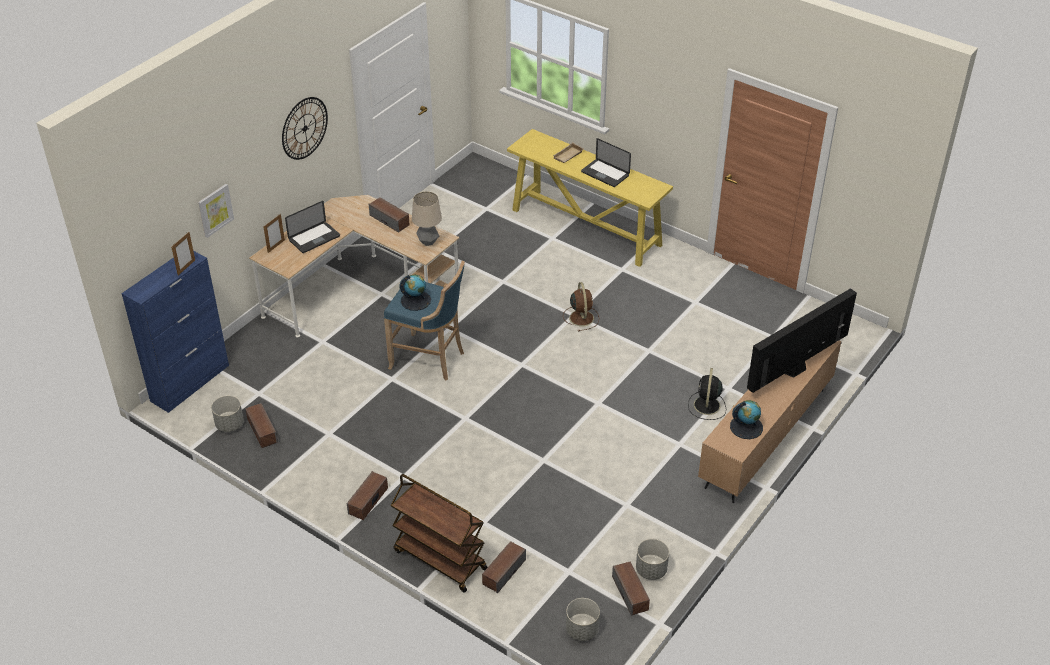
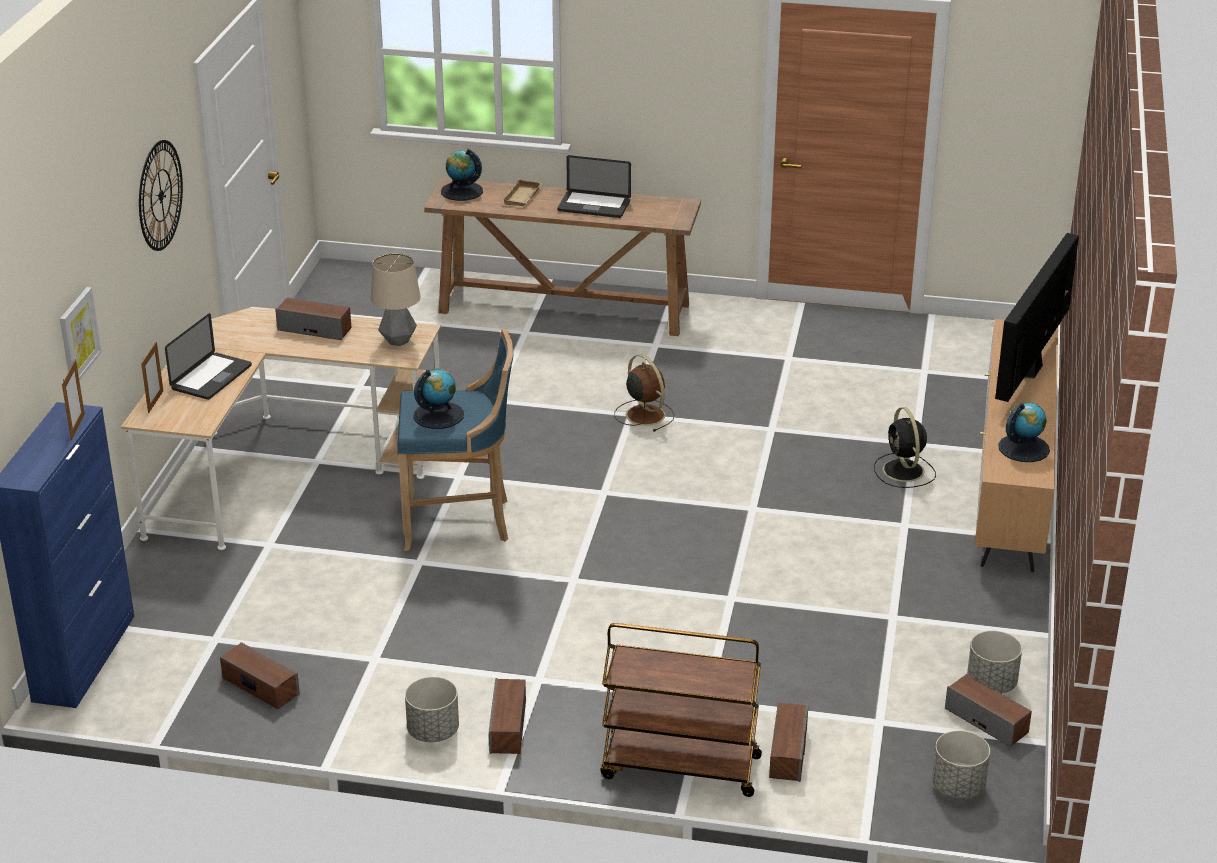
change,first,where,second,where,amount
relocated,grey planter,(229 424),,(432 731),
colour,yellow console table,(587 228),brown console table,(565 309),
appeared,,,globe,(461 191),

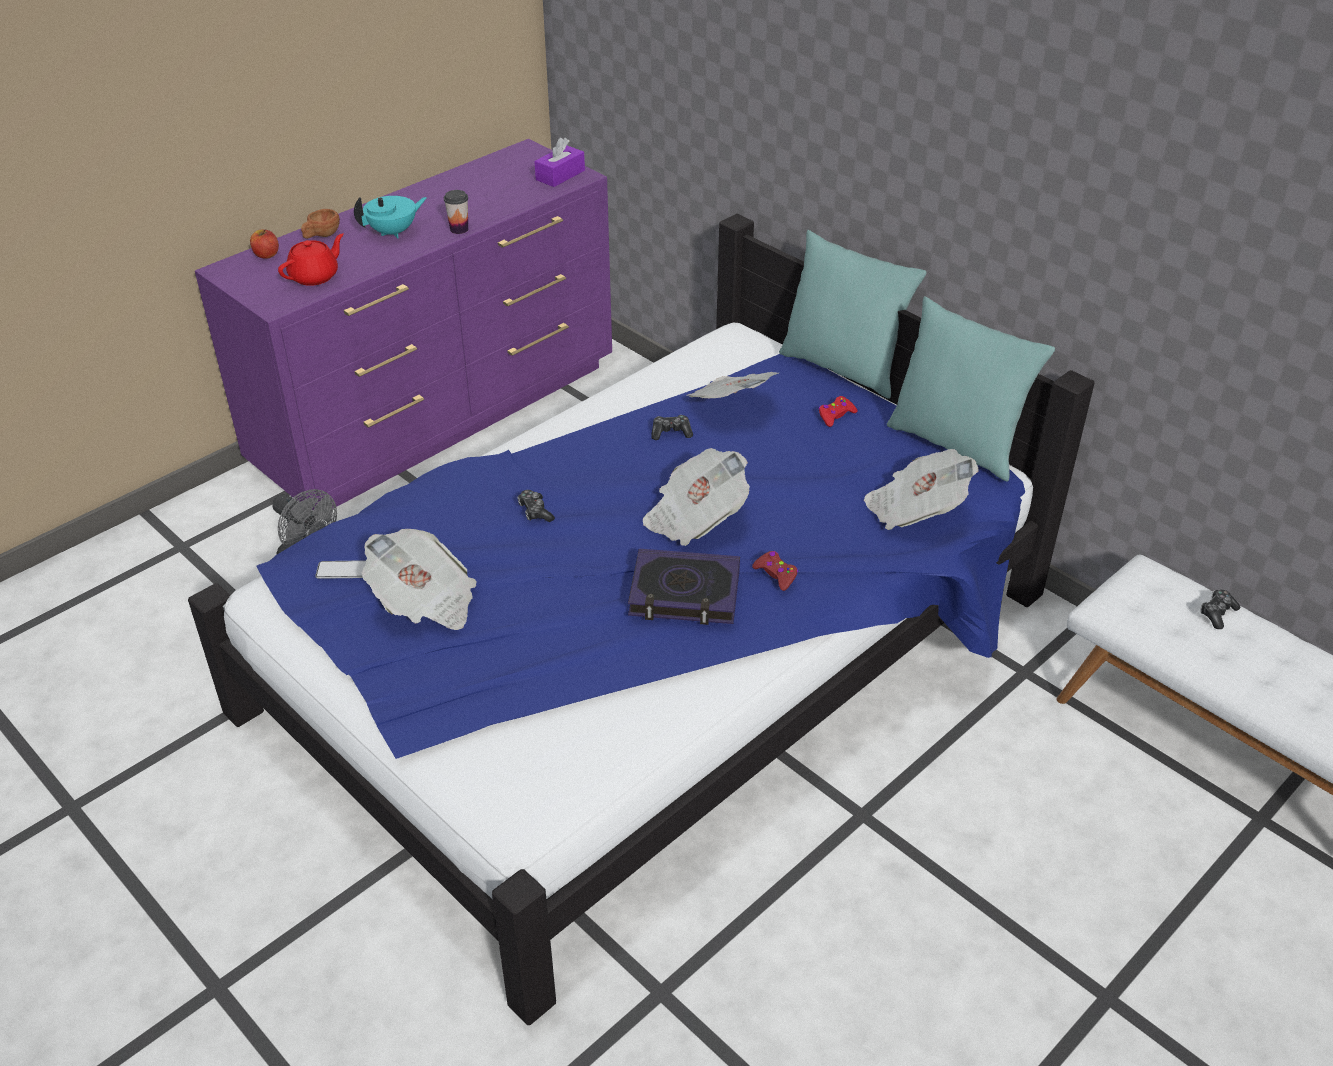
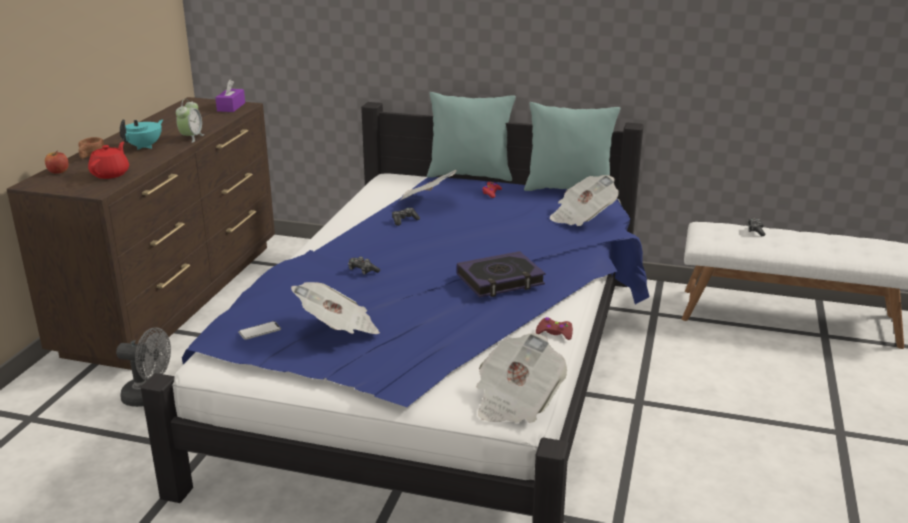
change,first,where,second,where,amount
colour,purple dresser,(440 415),brown dresser,(176 296),
exchanged,cup,(459 229),alarm clock,(191 138),
relocated,newspaper,(695 518),,(516 401),
relocated,red game controller,(776 574),,(555 333),

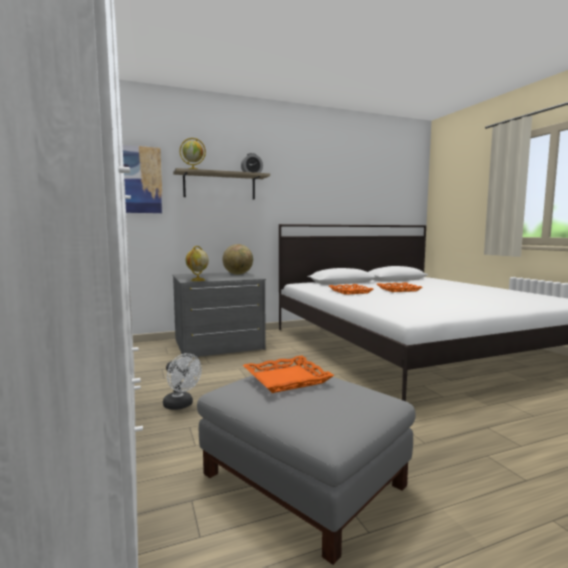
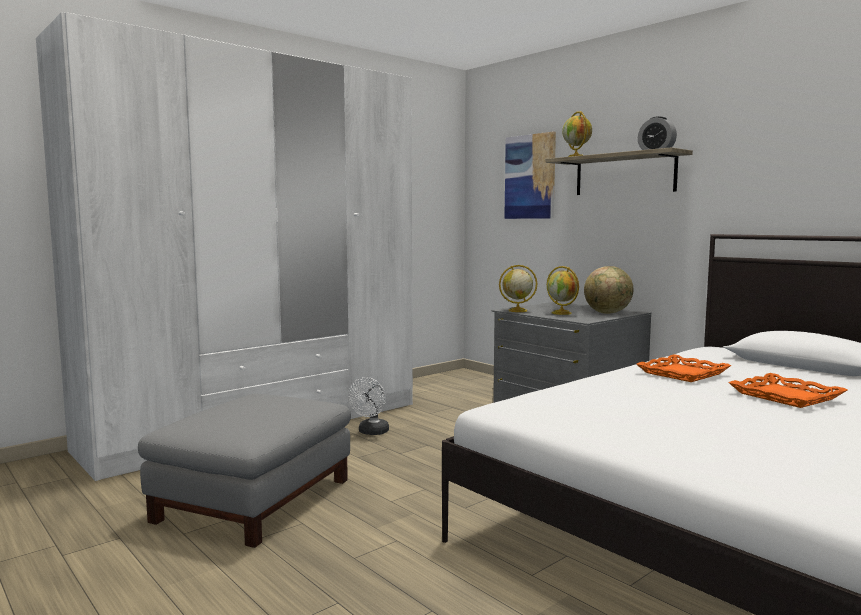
change,first,where,second,where,amount
missing,orange tray,(286 378),,,
appeared,,,globe,(562 313),

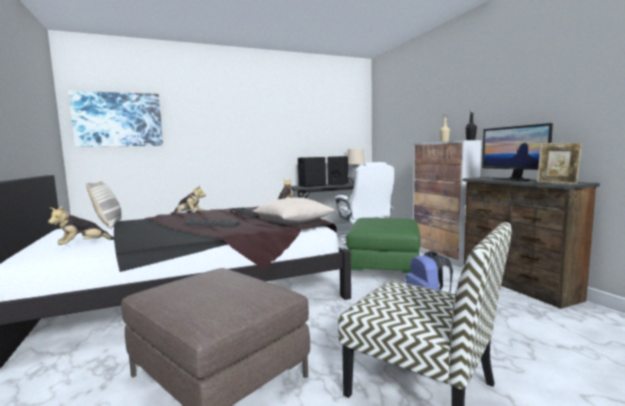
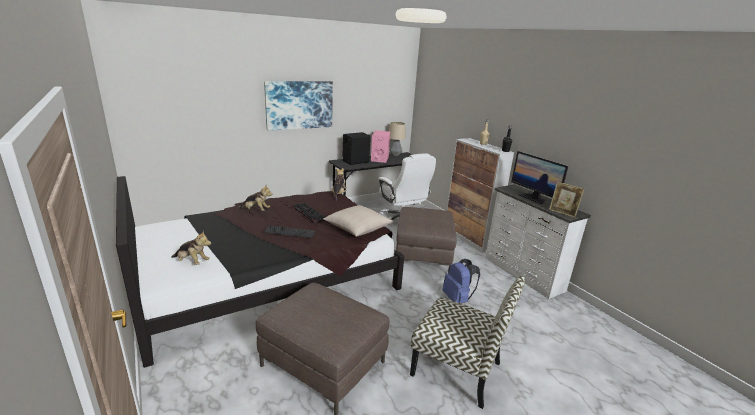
change,first,where,second,where,amount
spun,plush toy,(83 245),,(192 262),105 degrees counterclockwise
relocated,picture,(118 119),,(299 105),
missing,pillow,(109 225),,,
colour,black speaker,(338 184),pink speaker,(379 159),
colour,green ottoman,(384 269),brown ottoman,(422 254),
colour,brown dresser,(516 285),white dresser,(522 274),

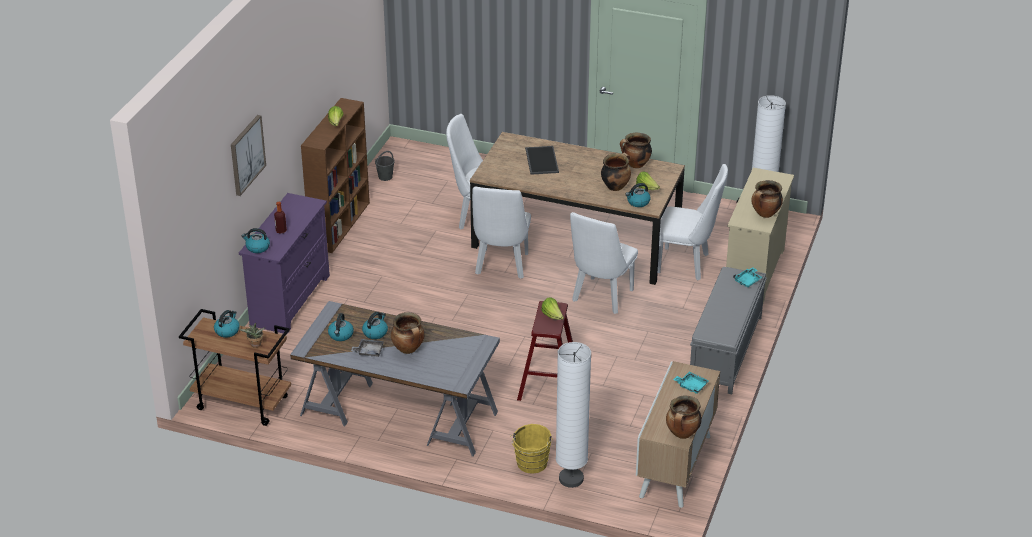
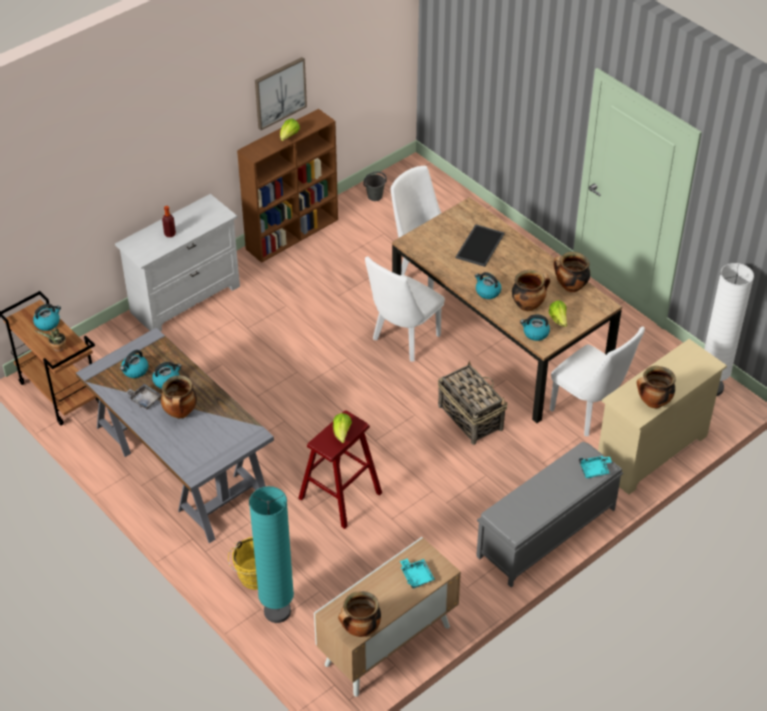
change,first,where,second,where,amount
relocated,picture,(246 154),,(280 92),
colour,purple dresser,(290 300),white dresser,(186 299),
relocated,kettle,(257 247),,(487 292),
colour,white floor lamp,(571 479),turquoise floor lamp,(277 611),
exchanged,white chair,(601 298),basket,(470 417),

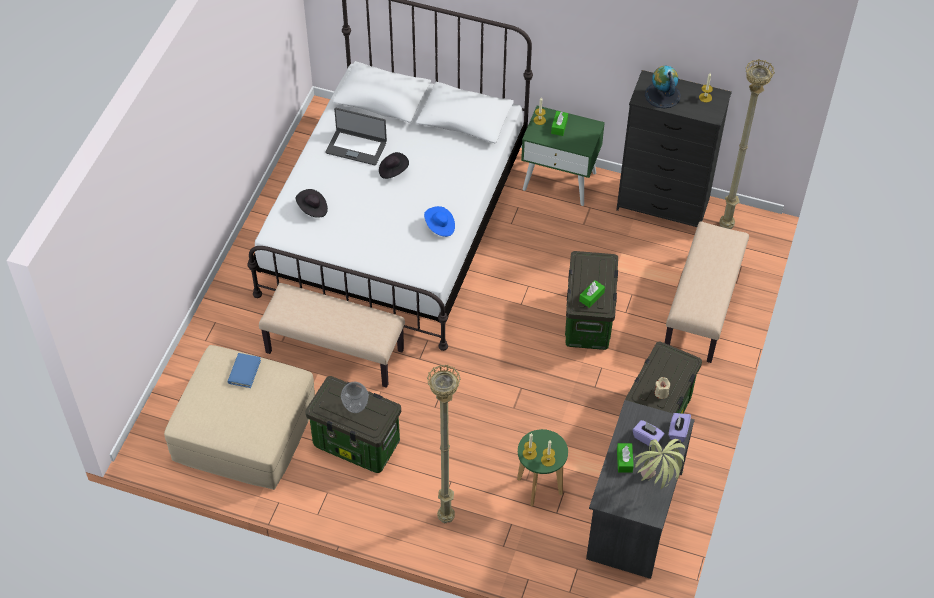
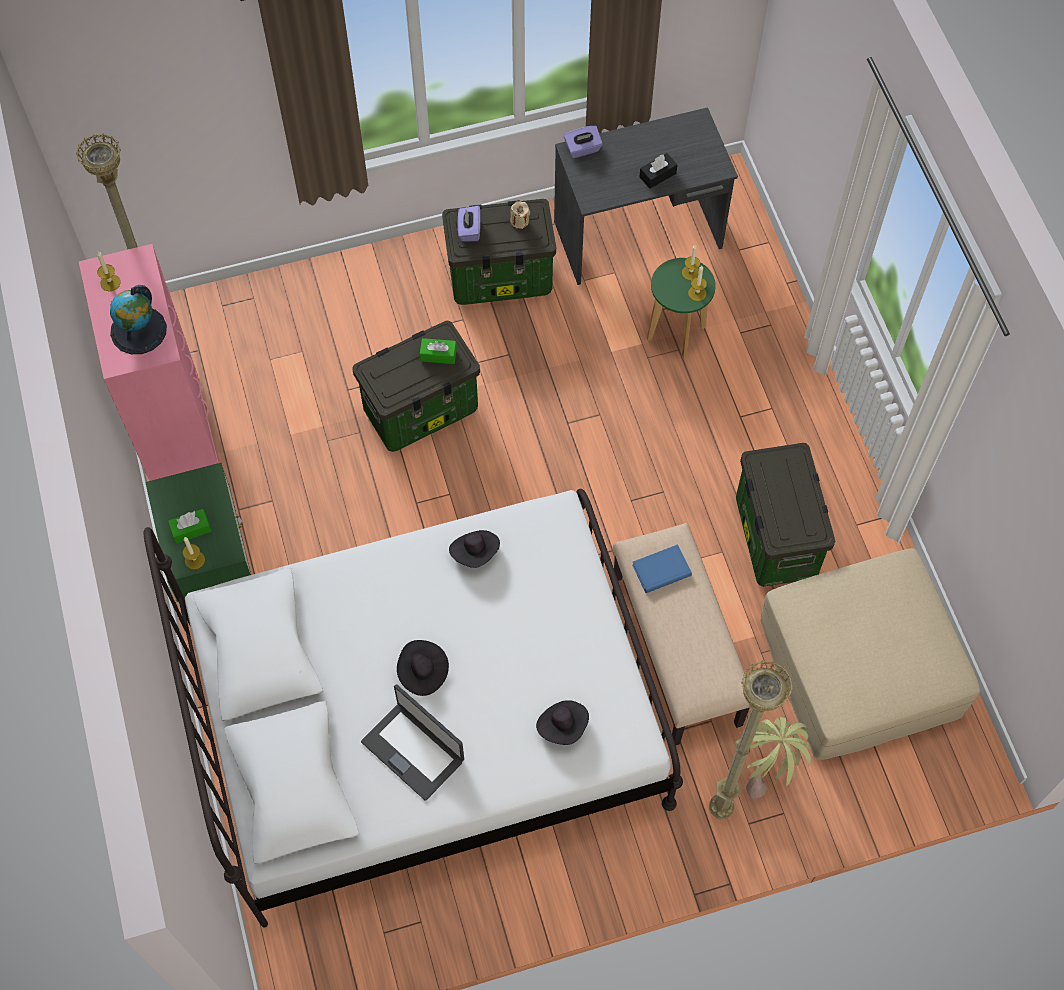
change,first,where,second,where,amount
relocated,blue book,(244 371),,(661 570),
spun,laptop,(356 147),,(413 750),150 degrees clockwise
missing,vase,(356 408),,,
colour,blue hat,(440 227),black hat,(475 552),
relocated,beige floor lamp,(445 519),,(722 808),
colour,black dresser,(664 204),pink dresser,(176 432),
colour,green tissue box,(624 460),black tissue box,(657 175),
relocated,purple tissue box,(647 438),,(469 230),
relocated,potted plant,(655 488),,(766 771),
missing,beige bench,(703 308),,,

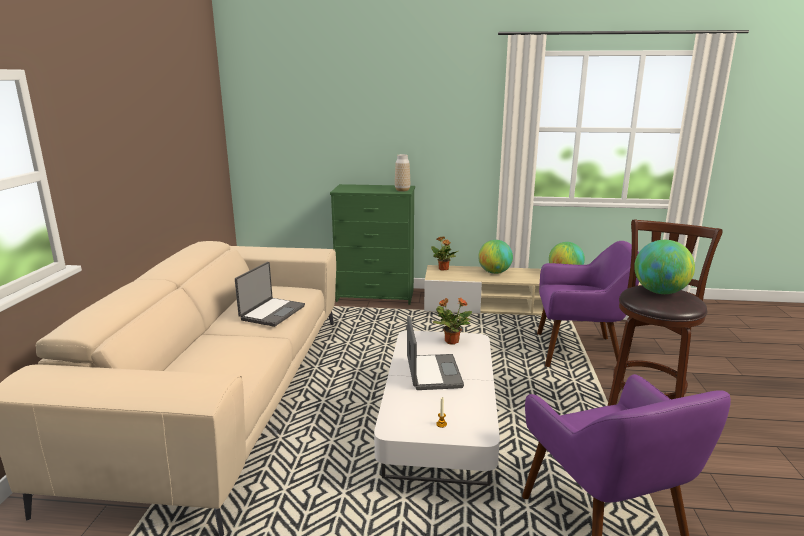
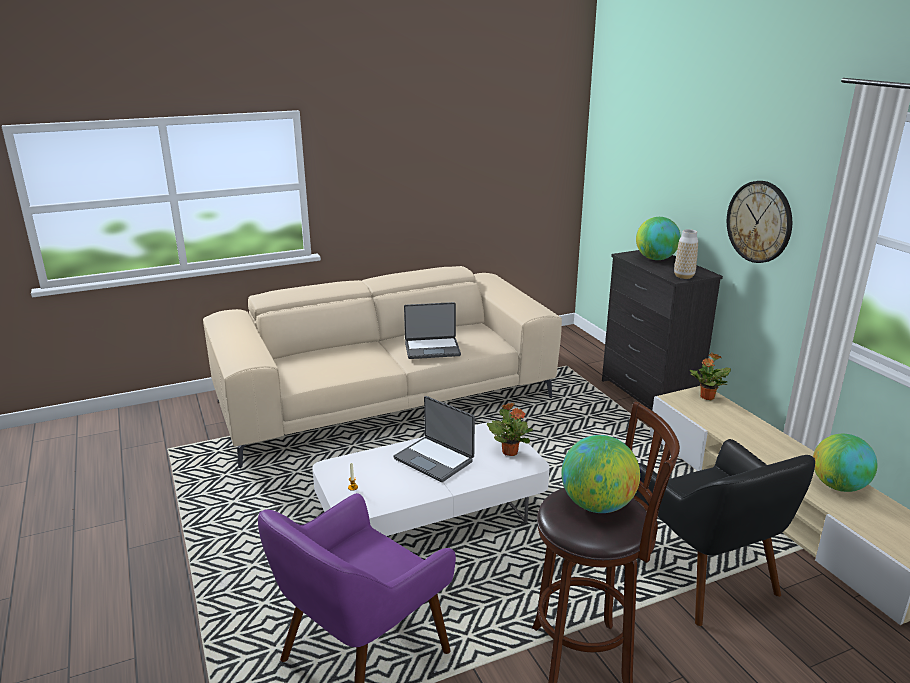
change,first,where,second,where,amount
colour,green dresser,(376 296),black dresser,(649 396),
spun,laptop,(432 373),,(434 459),75 degrees clockwise
relocated,globe,(494 272),,(655 259),
colour,purple armchair,(579 351),black armchair,(704 576),
appeared,,,wall clock,(759 222),

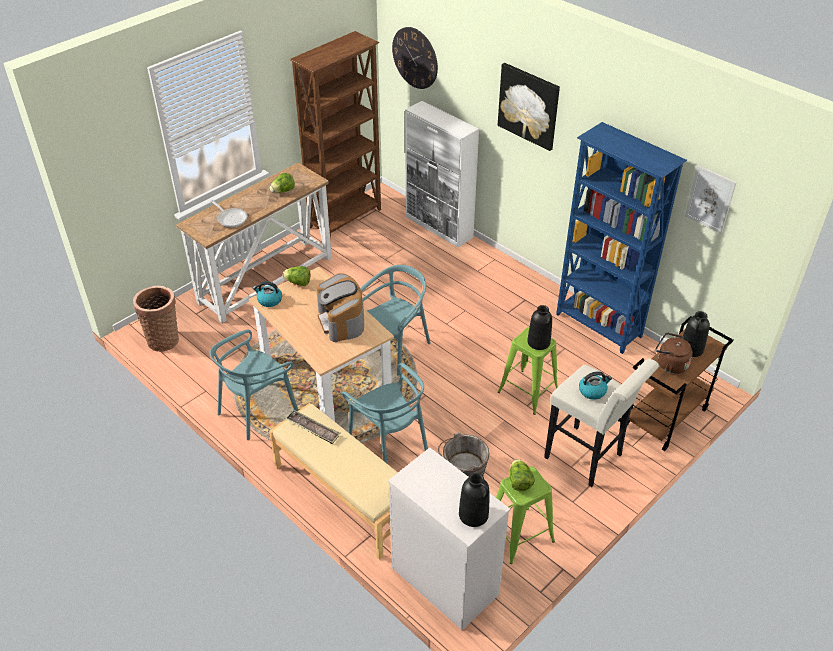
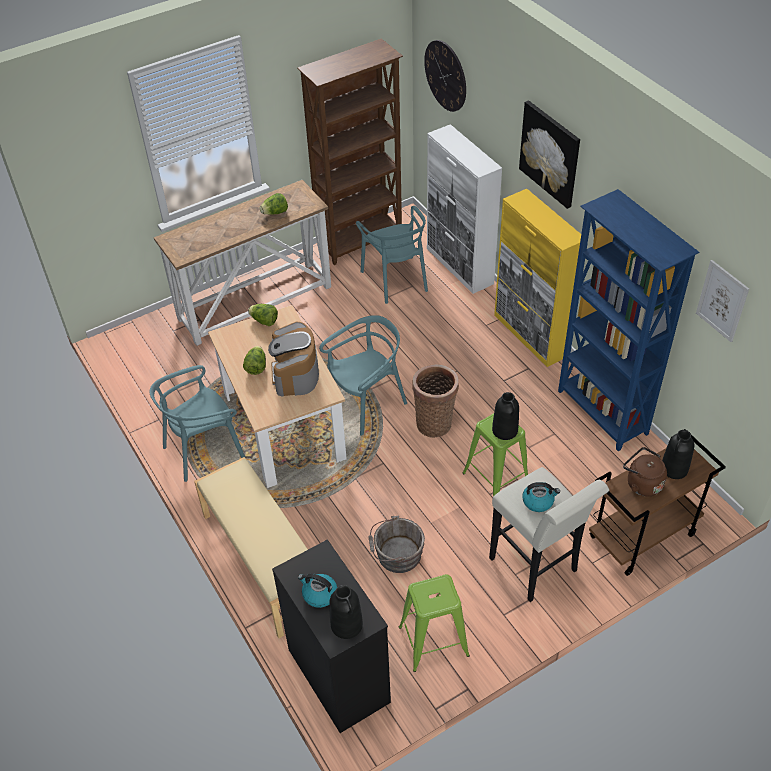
change,first,where,second,where,amount
relocated,basket,(164 339),,(434 422),
missing,frying pan,(231 218),,,
relocated,kettle,(269 300),,(319 594),
missing,tray,(313 429),,,
relocated,turquoise chair,(389 445),,(396 280),
colour,white dresser,(443 580),black dresser,(338 675),
relocated,lettuce,(519 482),,(256 367),
appeared,,,yellow cabinet,(531 335),

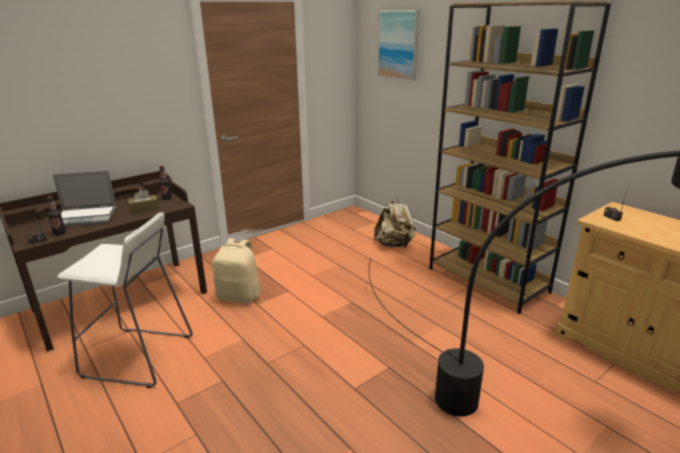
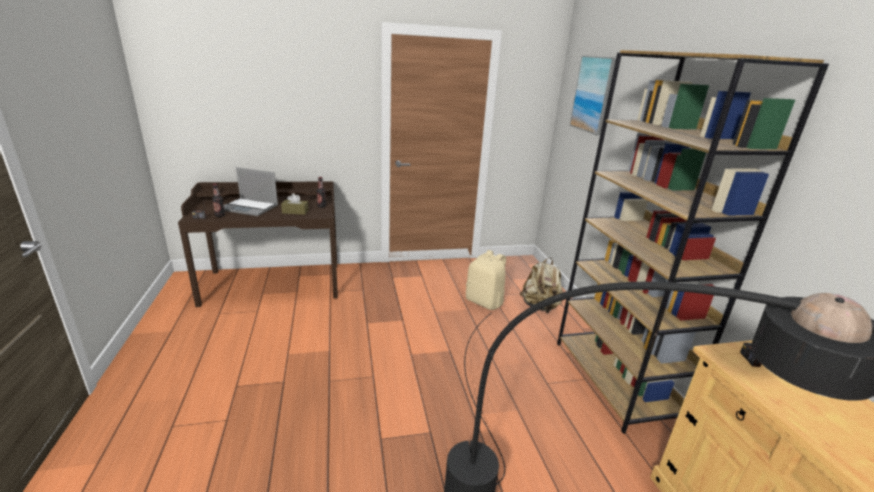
change,first,where,second,where,amount
missing,white stool,(138 357),,,
relocated,beige backpack,(239 296),,(485 302),

